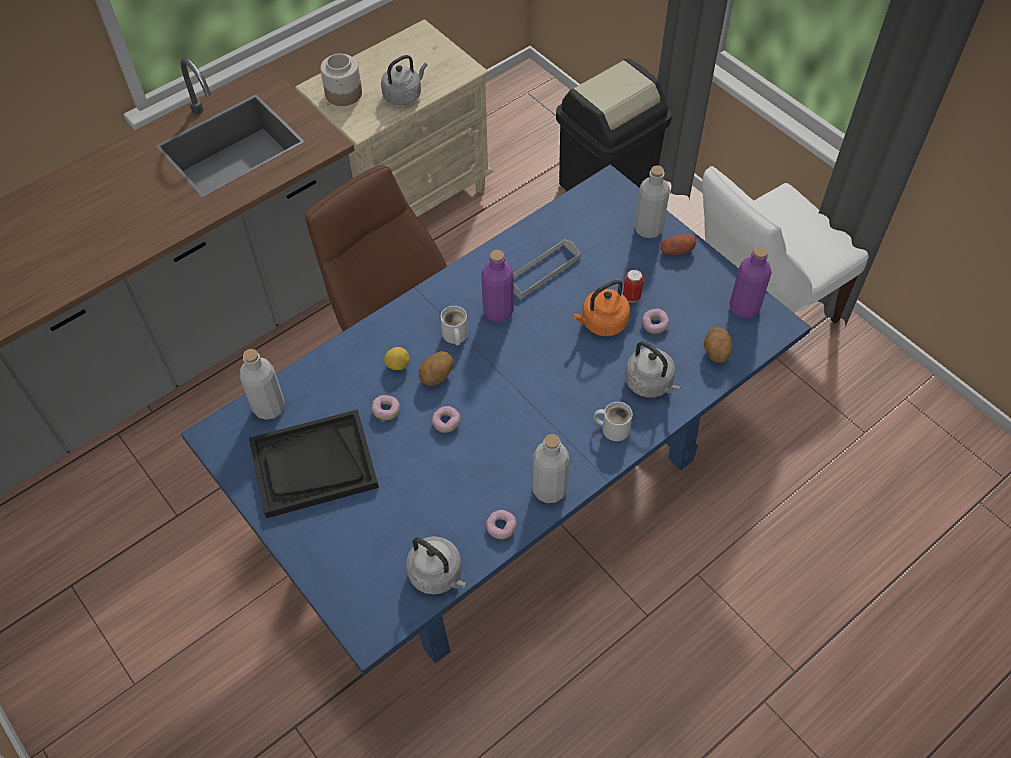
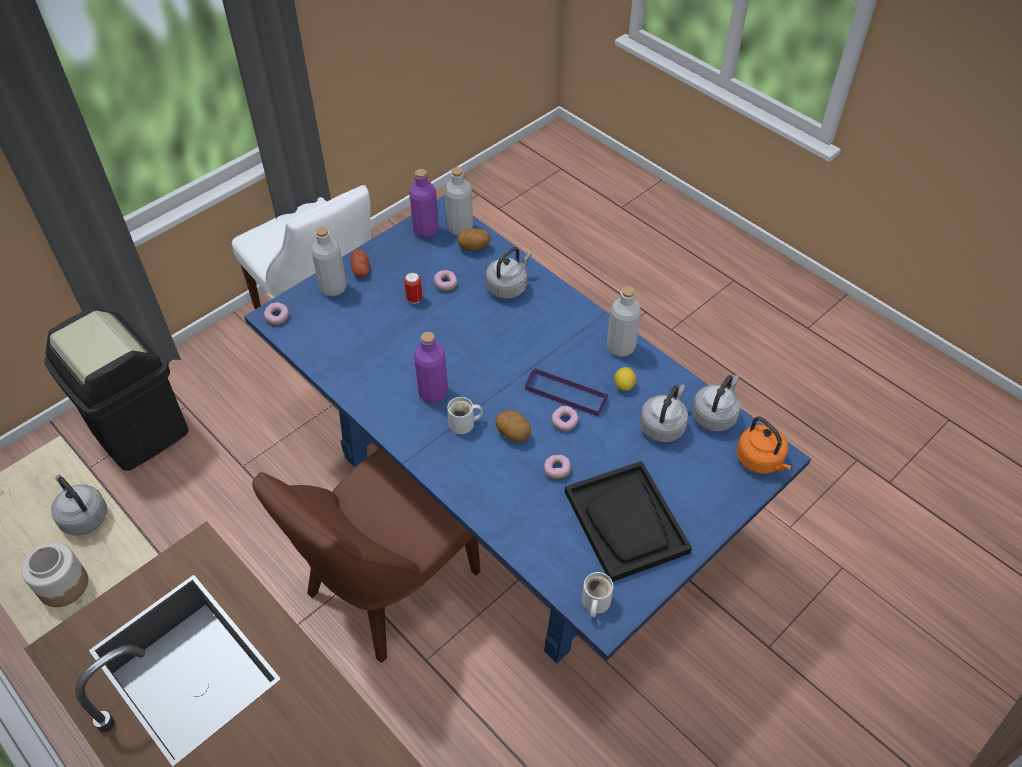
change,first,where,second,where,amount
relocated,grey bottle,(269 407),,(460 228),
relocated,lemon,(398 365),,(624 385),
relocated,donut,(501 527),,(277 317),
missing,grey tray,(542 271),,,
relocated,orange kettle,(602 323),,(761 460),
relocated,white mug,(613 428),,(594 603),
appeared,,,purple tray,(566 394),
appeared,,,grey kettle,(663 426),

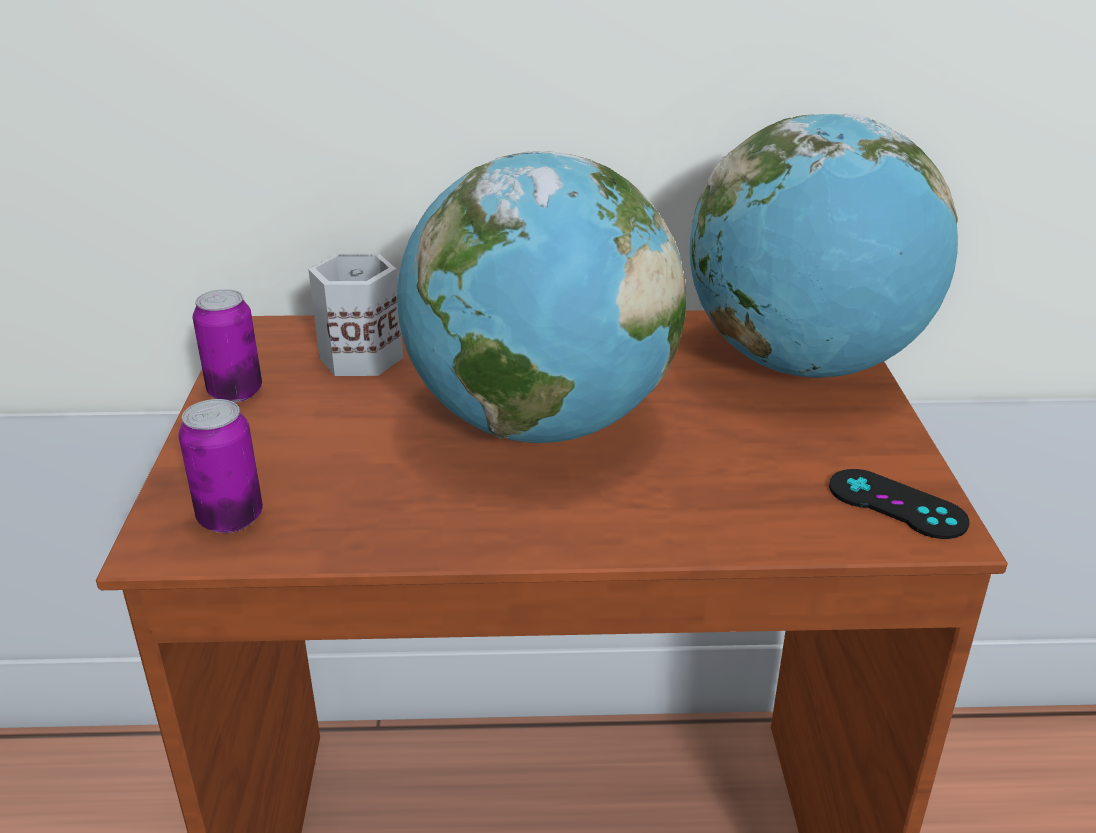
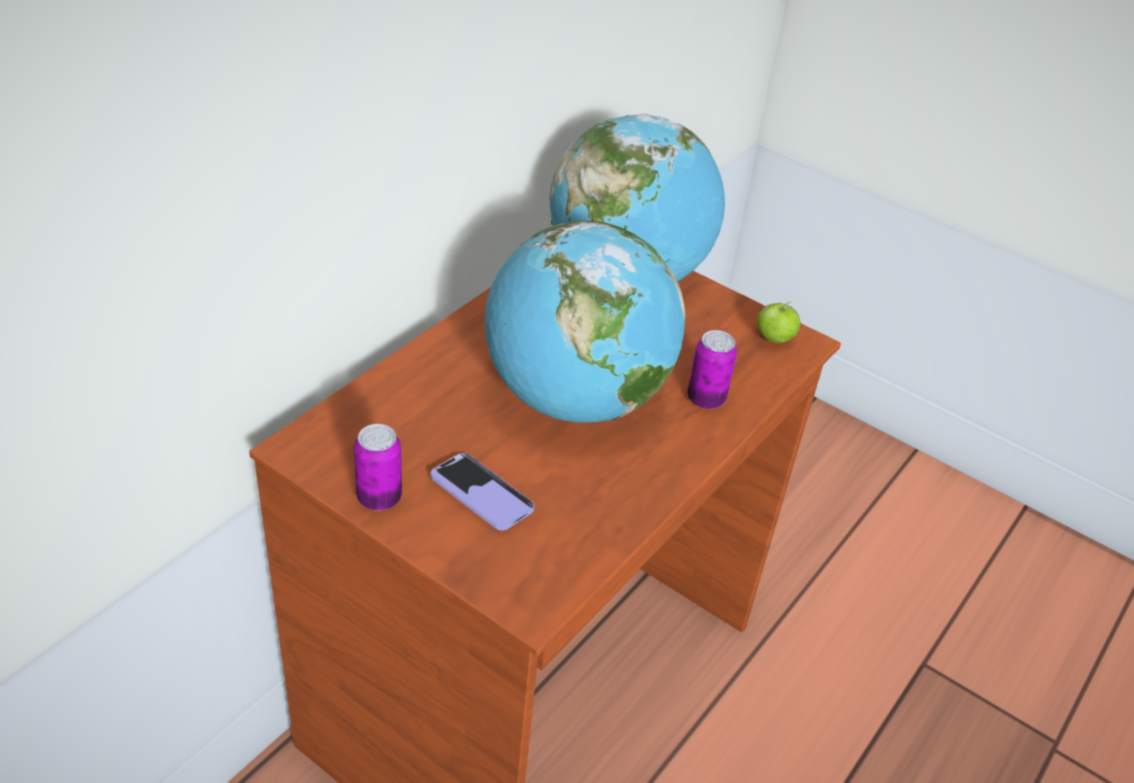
change,first,where,second,where,amount
relocated,can,(230 518),,(706 399),
missing,white mug,(359 356),,,
exchanged,black game controller,(896 504),apple,(774 339),
appeared,,,phone,(481 494),

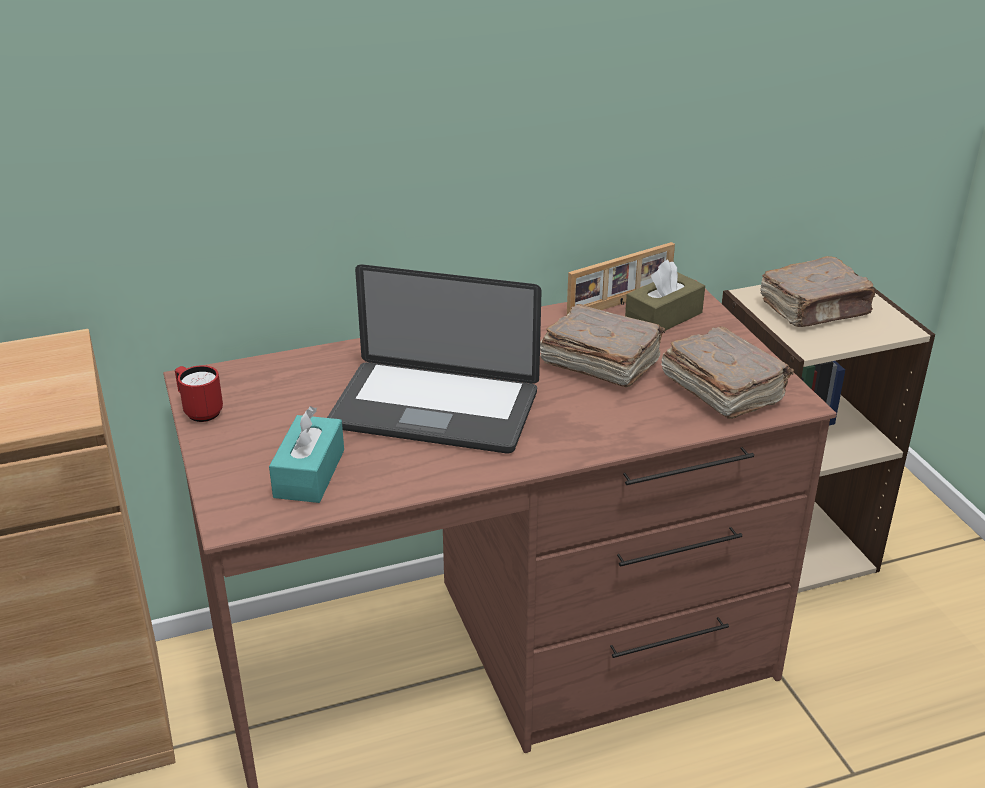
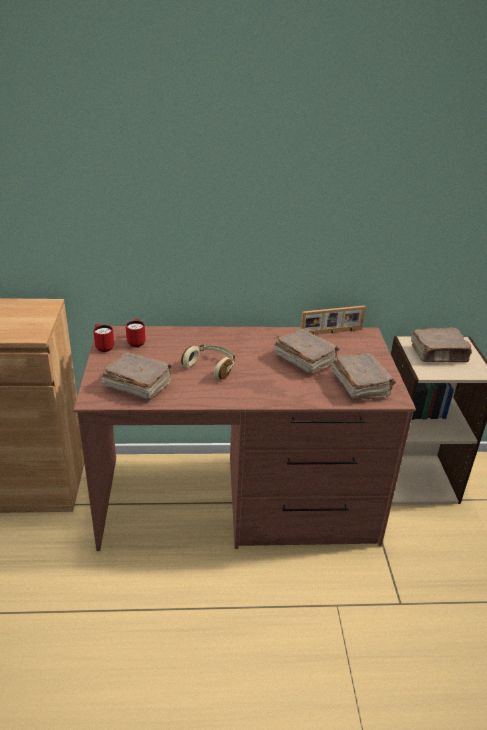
change,first,where,second,where,amount
exchanged,turquoise tissue box,(309 473),brown book,(137 385),
exchanged,laptop,(434 410),beige headphones,(211 367),
missing,brown tissue box,(663 317),,,
appeared,,,red mug,(136 341),

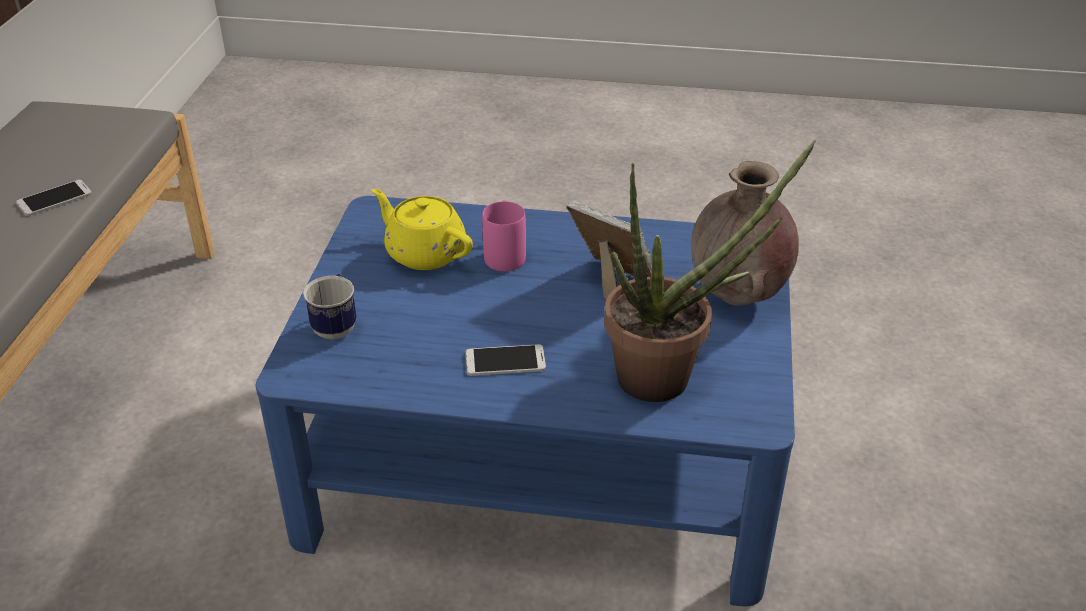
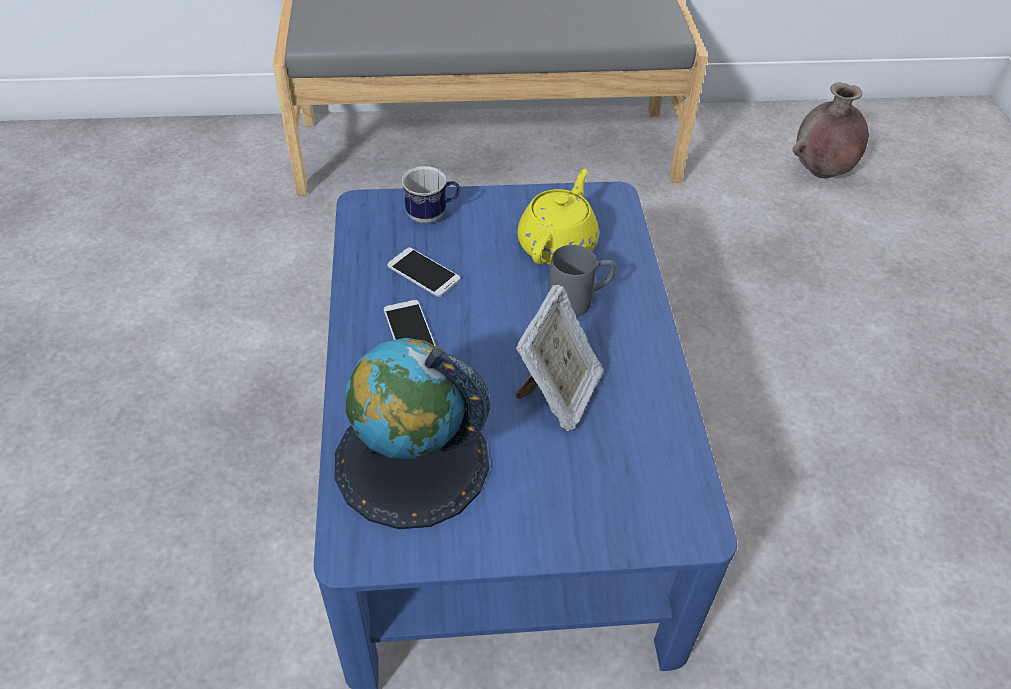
change,first,where,second,where,amount
relocated,phone,(54 198),,(423 272),
colour,pink mug,(505 253),grey mug,(579 300),
exchanged,potted plant,(669 377),globe,(411 462),
relocated,brown vase,(738 297),,(820 172),

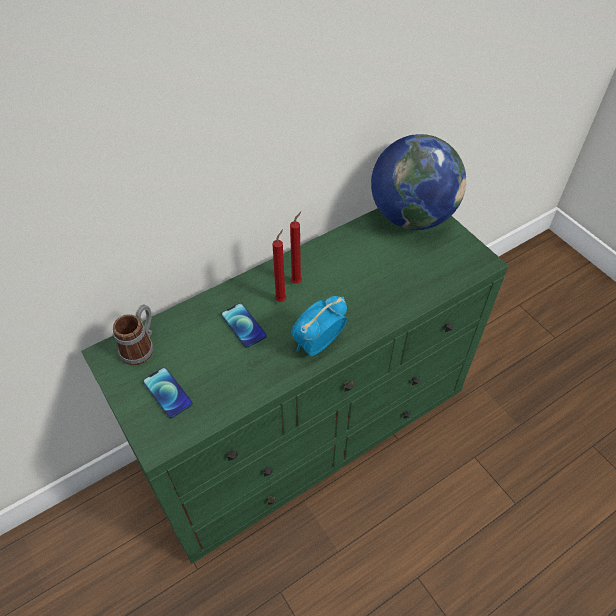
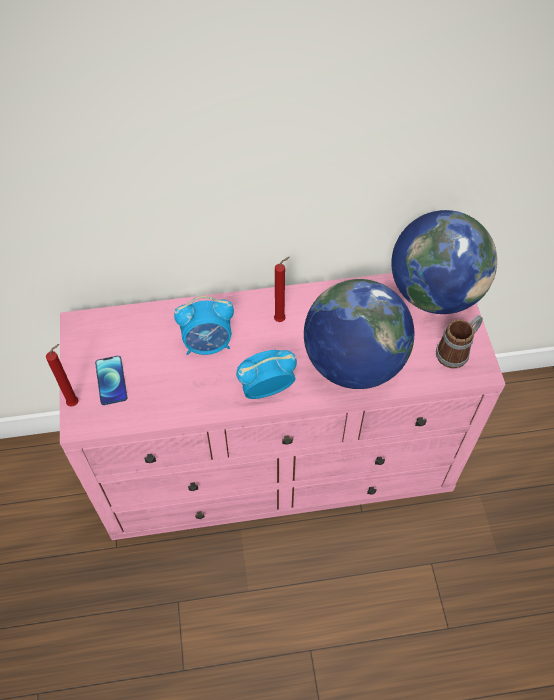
change,first,where,second,where,amount
colour,green dresser,(308 429),pink dresser,(279 463),
relocated,mug,(141 346),,(456 351),
exchanged,phone,(243 325),alarm clock,(208 344),
relocated,red candle,(281 299),,(75 402),
appeared,,,globe,(353 363),

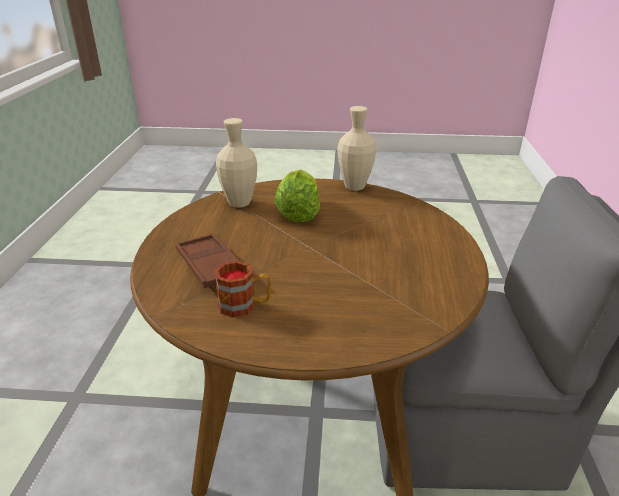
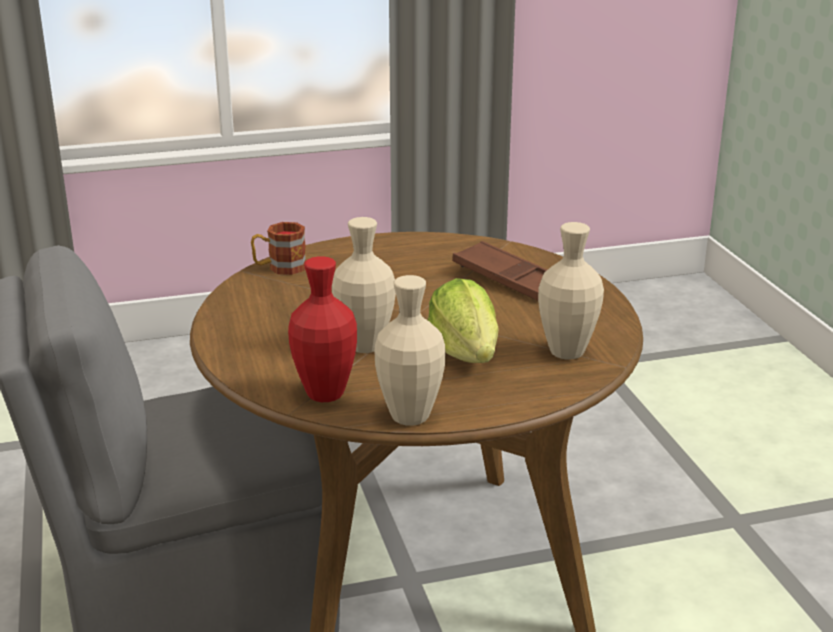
change,first,where,second,where,amount
relocated,mug,(245 306),,(279 268),
appeared,,,red vase,(325 394),
appeared,,,beige vase,(365 346),

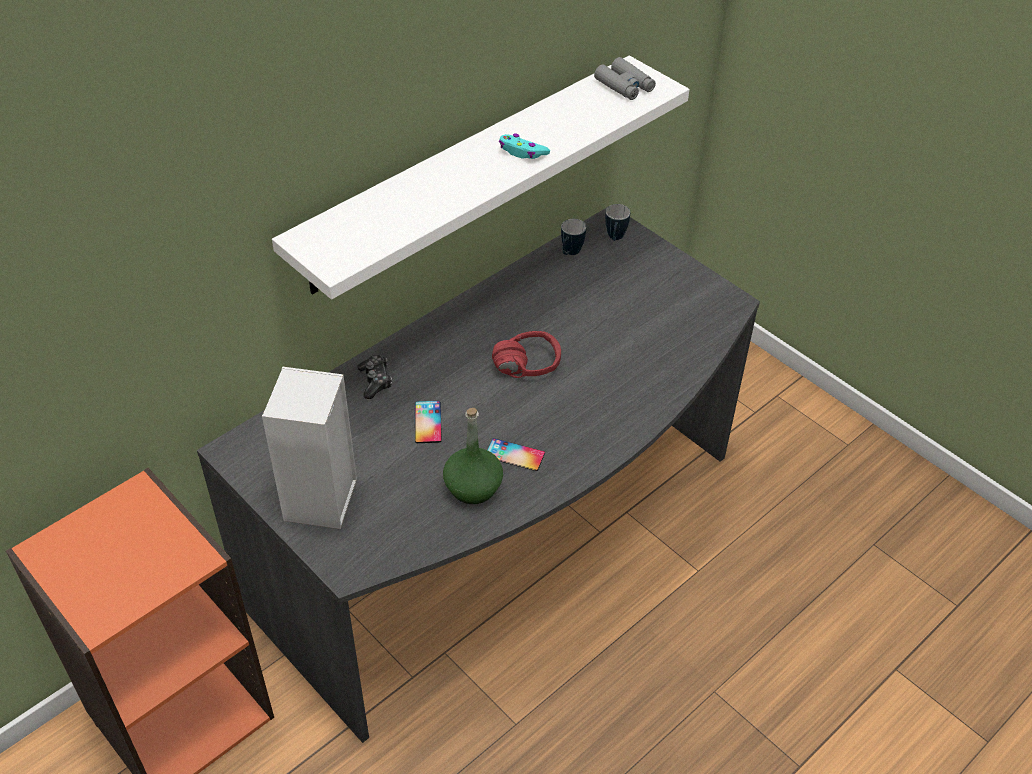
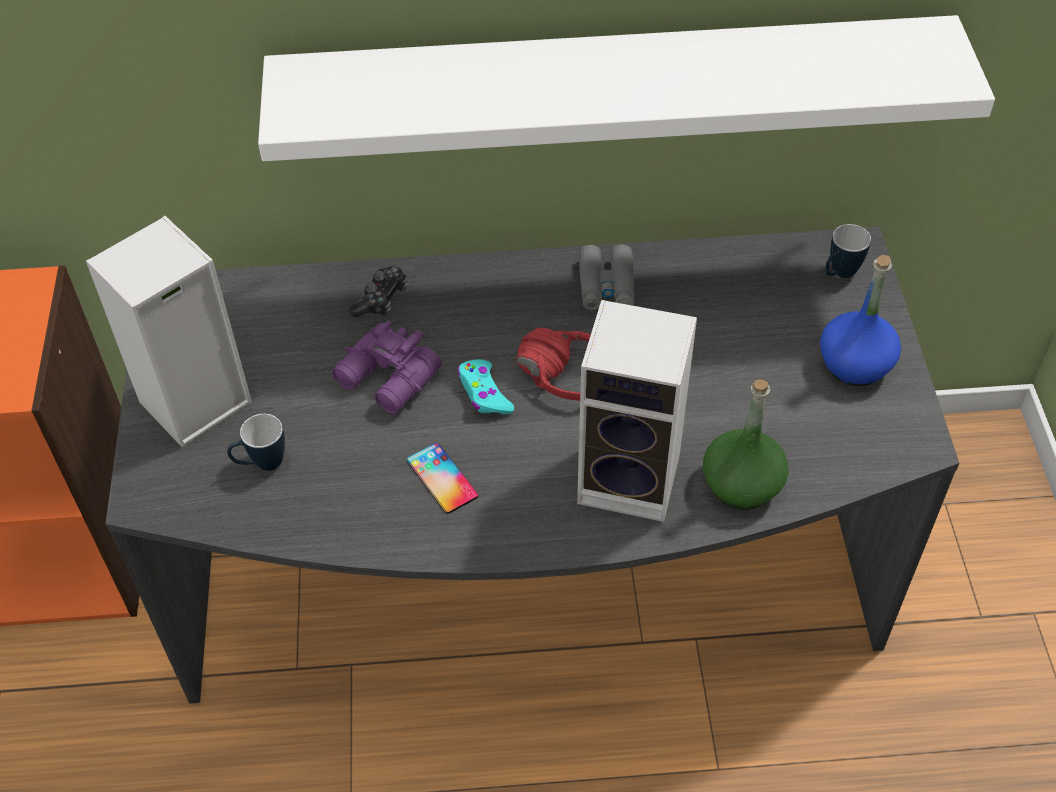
change,first,where,second,where,amount
exchanged,phone,(428 422),purple binoculars,(388 380),
relocated,green bottle,(472 487),,(741 484),
relocated,turquoise game controller,(522 152),,(484 393),
relocated,mug,(570 253),,(261 464),
relocated,grey binoculars,(624 86),,(606 285),
appeared,,,speaker,(633 479),
appeared,,,blue bottle,(855 364),

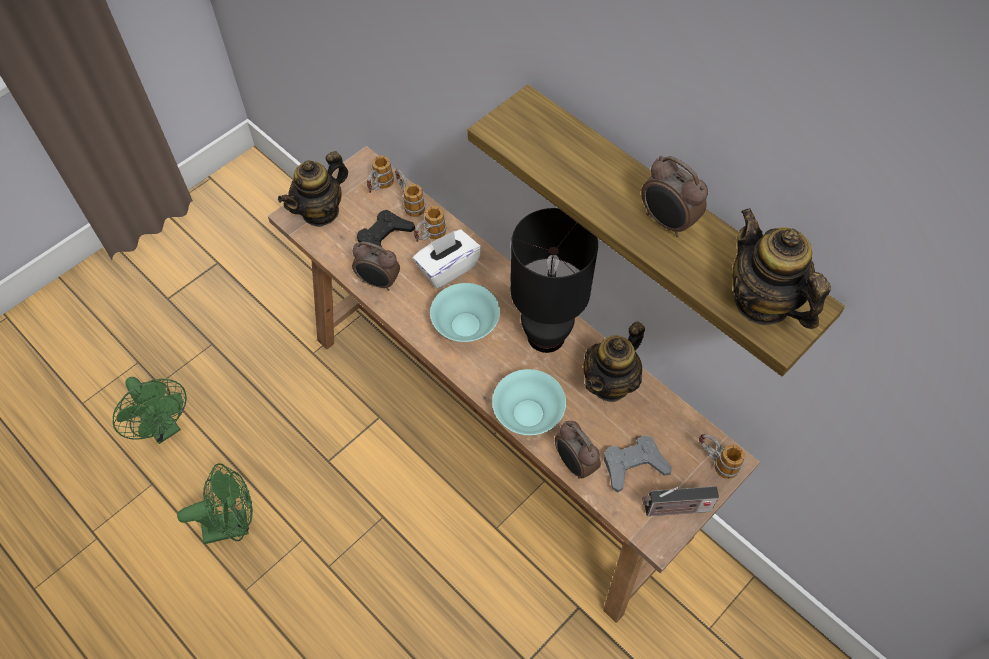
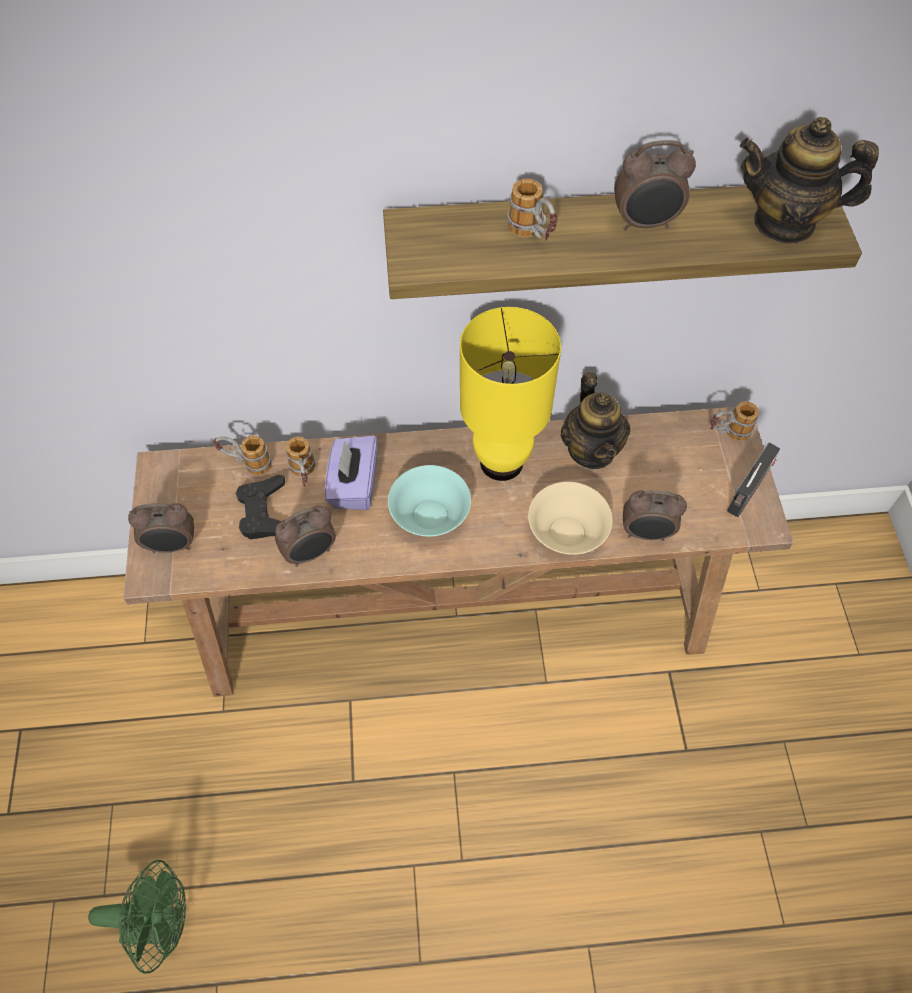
change,first,where,second,where,amount
missing,green fan,(233 524),,,
exchanged,teapot,(320 211),alarm clock,(172 546),
relocated,mug,(379 188),,(533 236),
colour,white tissue box,(447 268),purple tissue box,(354 485),
colour,turquoise bowl,(528 412),beige bowl,(566 531),
colour,black table lamp,(545 335),yellow table lamp,(500 462),
missing,grey game controller,(633 465),,,

